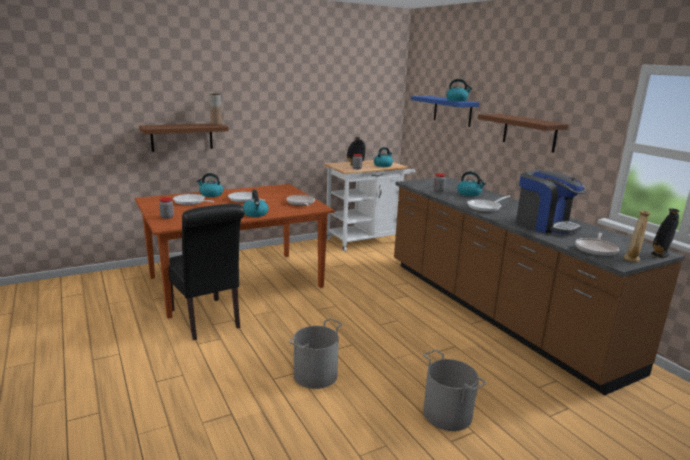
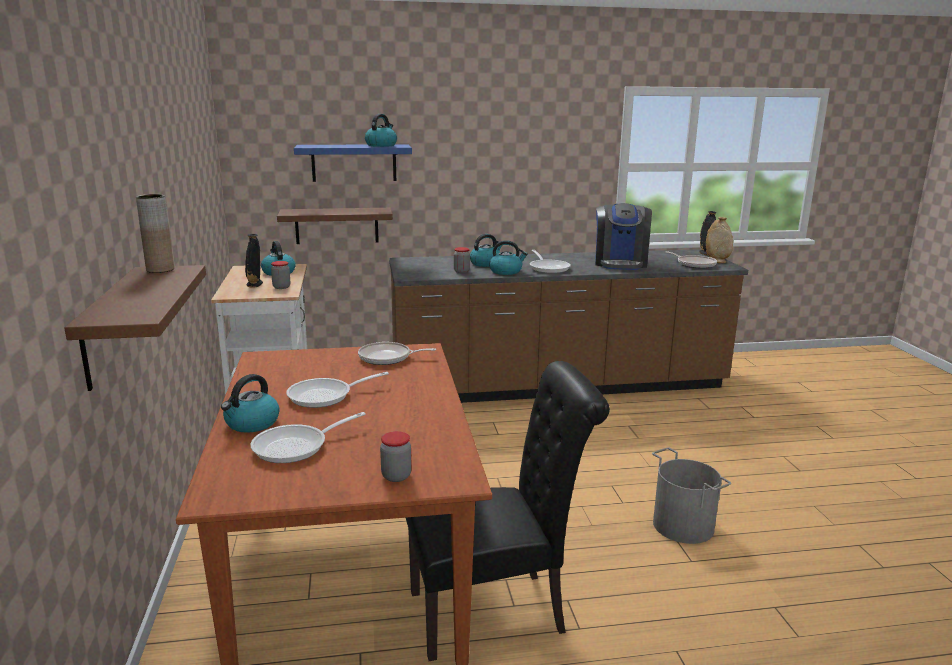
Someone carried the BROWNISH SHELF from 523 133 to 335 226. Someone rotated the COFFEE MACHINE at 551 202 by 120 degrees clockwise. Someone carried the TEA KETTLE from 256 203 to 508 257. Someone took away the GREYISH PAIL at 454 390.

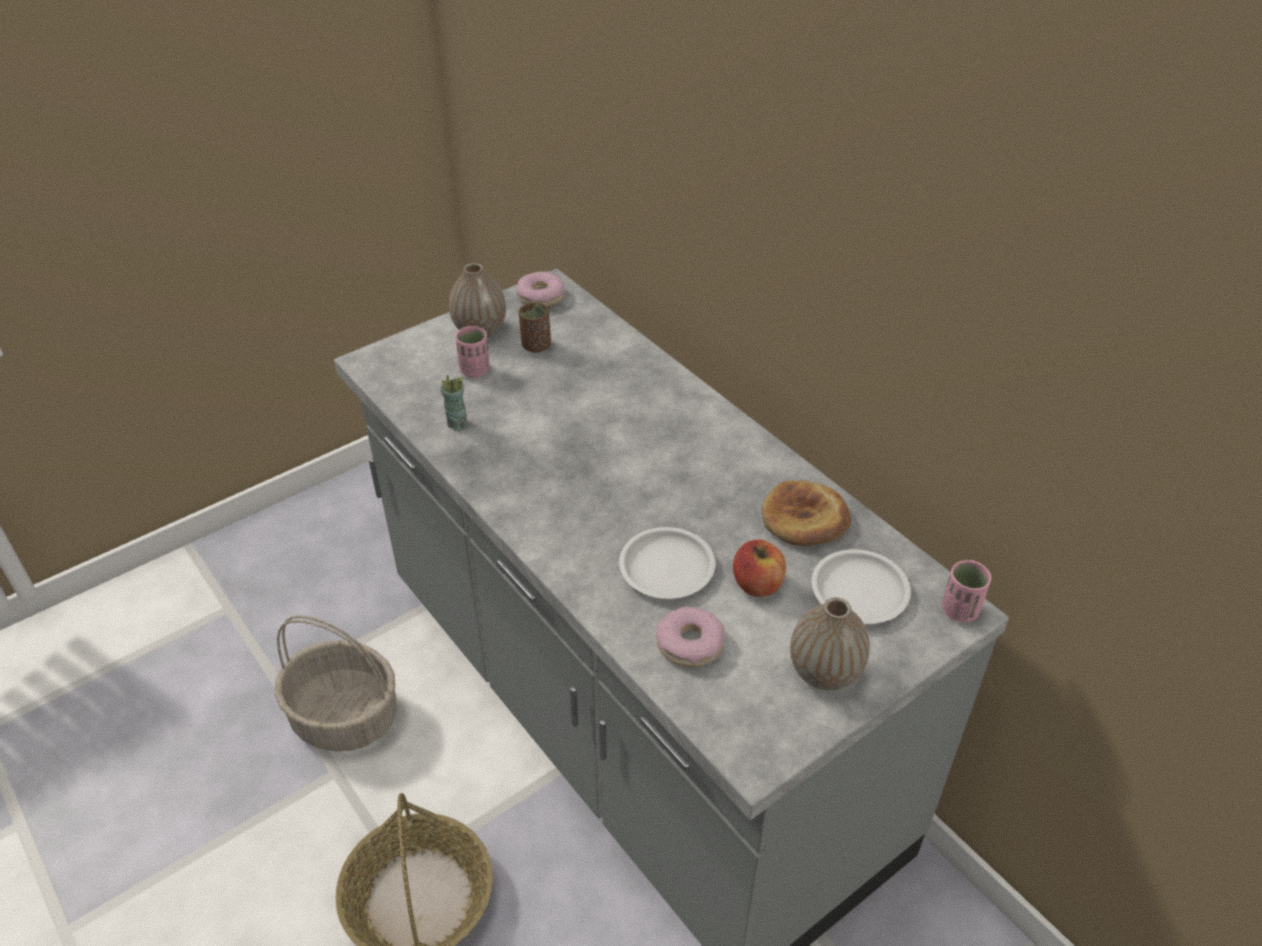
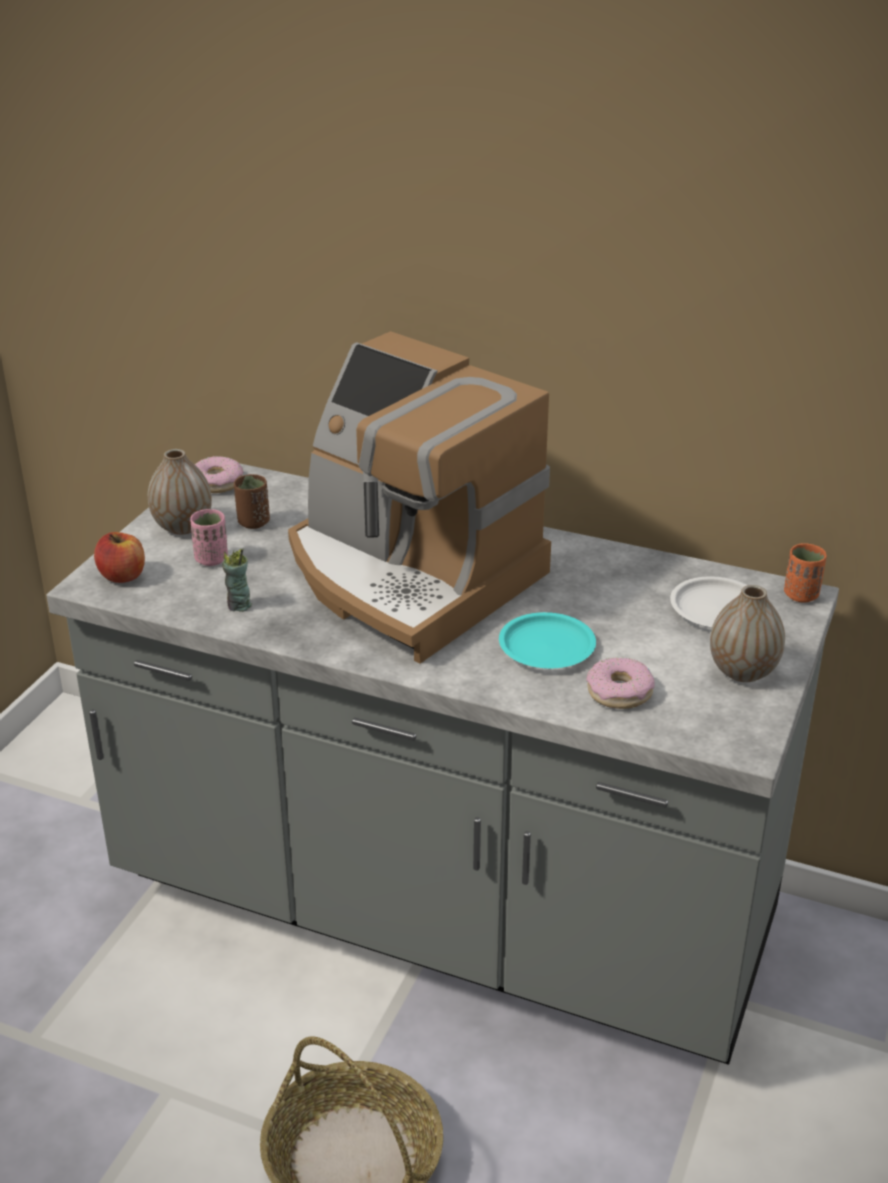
Someone took away the BREAD at 806 513. Someone repainted the WHITISH FLAT DISH at 667 563, which became the TURQUOISE FLAT DISH at 547 640. Someone carried the WHOLE APPLE from 759 568 to 119 557. Someone repainted the PINKISH CUP at 966 591, which became the ORANGEY CUP at 805 573. Someone took away the STORAGE BASKET at 336 683. Someone put down the COFFEE MACHINE at 419 497.

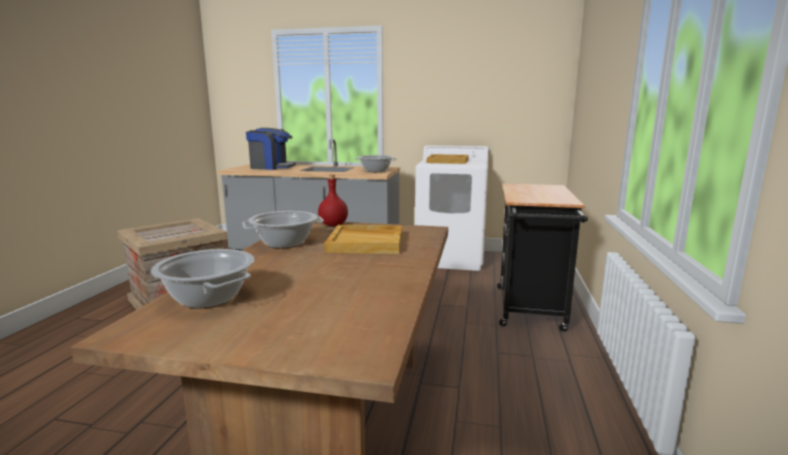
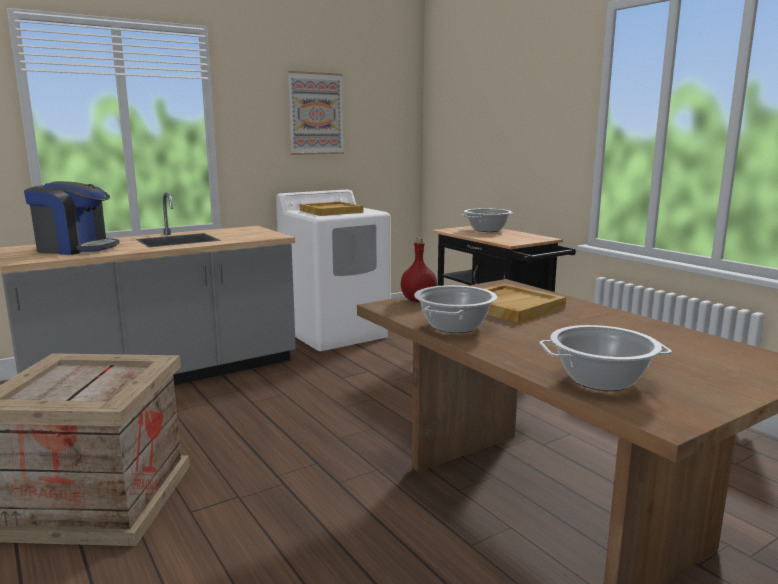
Someone rotated the COFFEE MACHINE at 271 149 by 45 degrees clockwise. Someone carried the STOCKPOT from 375 163 to 487 220. Someone put up the WALL ART at 316 113.

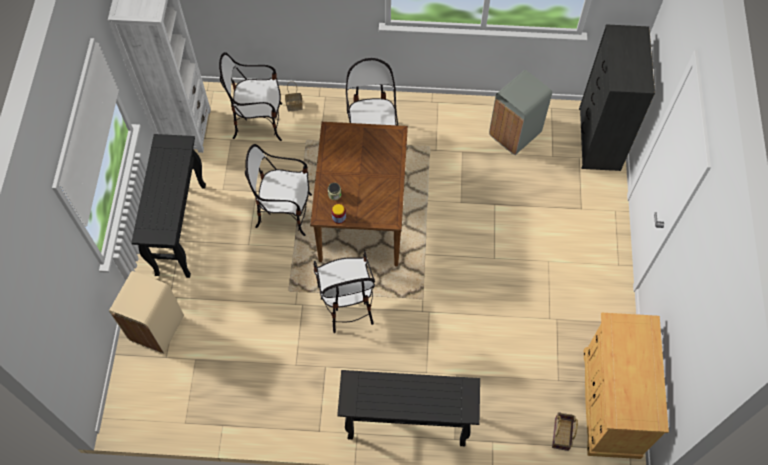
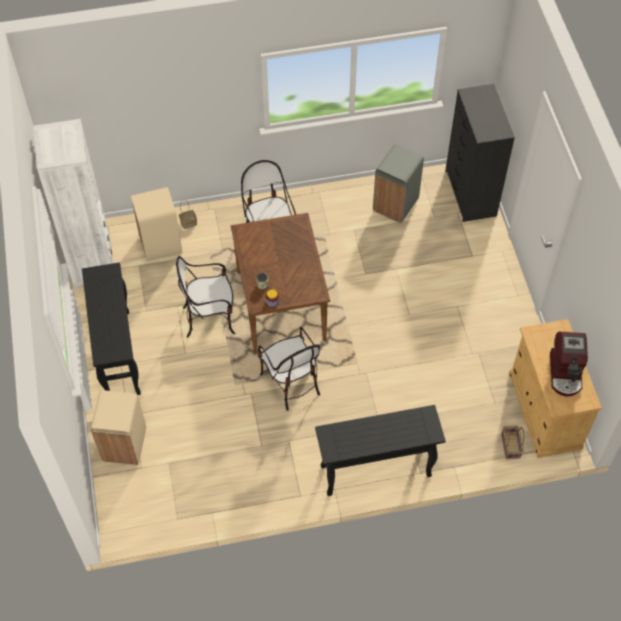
Someone swapped the PLAIN CHAIR at 250 96 for the SAND-COLOURED TRASH CAN at 156 224. Someone put down the COFFEE MACHINE at 569 364.

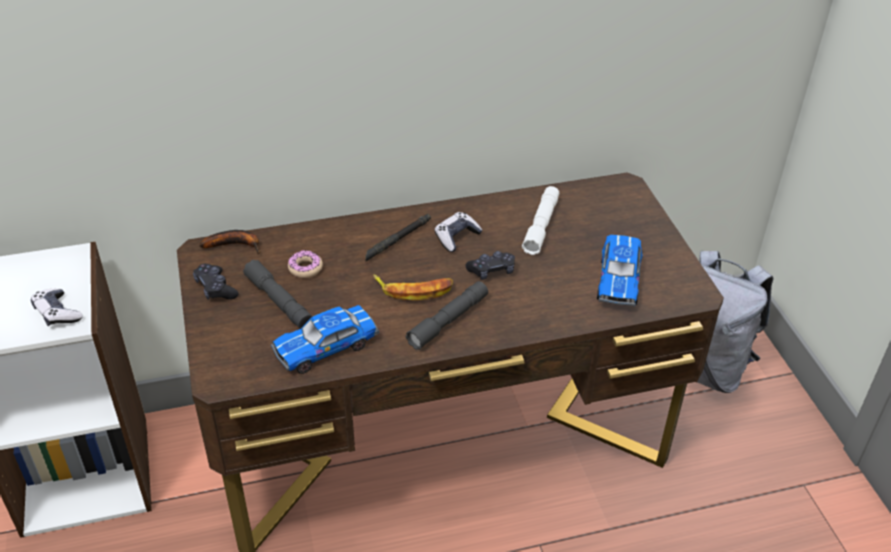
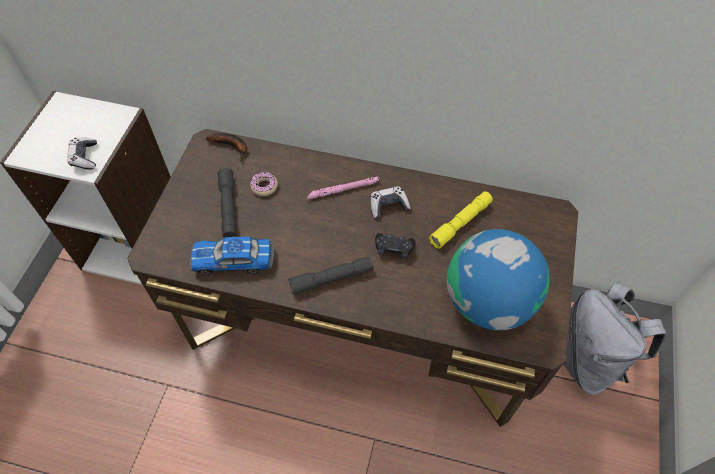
Someone repainted the WHITISH FLASHLIGHT at 540 220, which became the YELLOW-COLOURED FLASHLIGHT at 461 220. Someone repainted the BLACK FLASHLIGHT at 398 237, which became the PINKISH FLASHLIGHT at 343 188. Someone swapped the MINIATURE CAR at 620 270 for the DESK GLOBE at 498 280. Someone took away the BLACK GAMEPAD at 216 282. Someone took away the BANANA at 413 288.

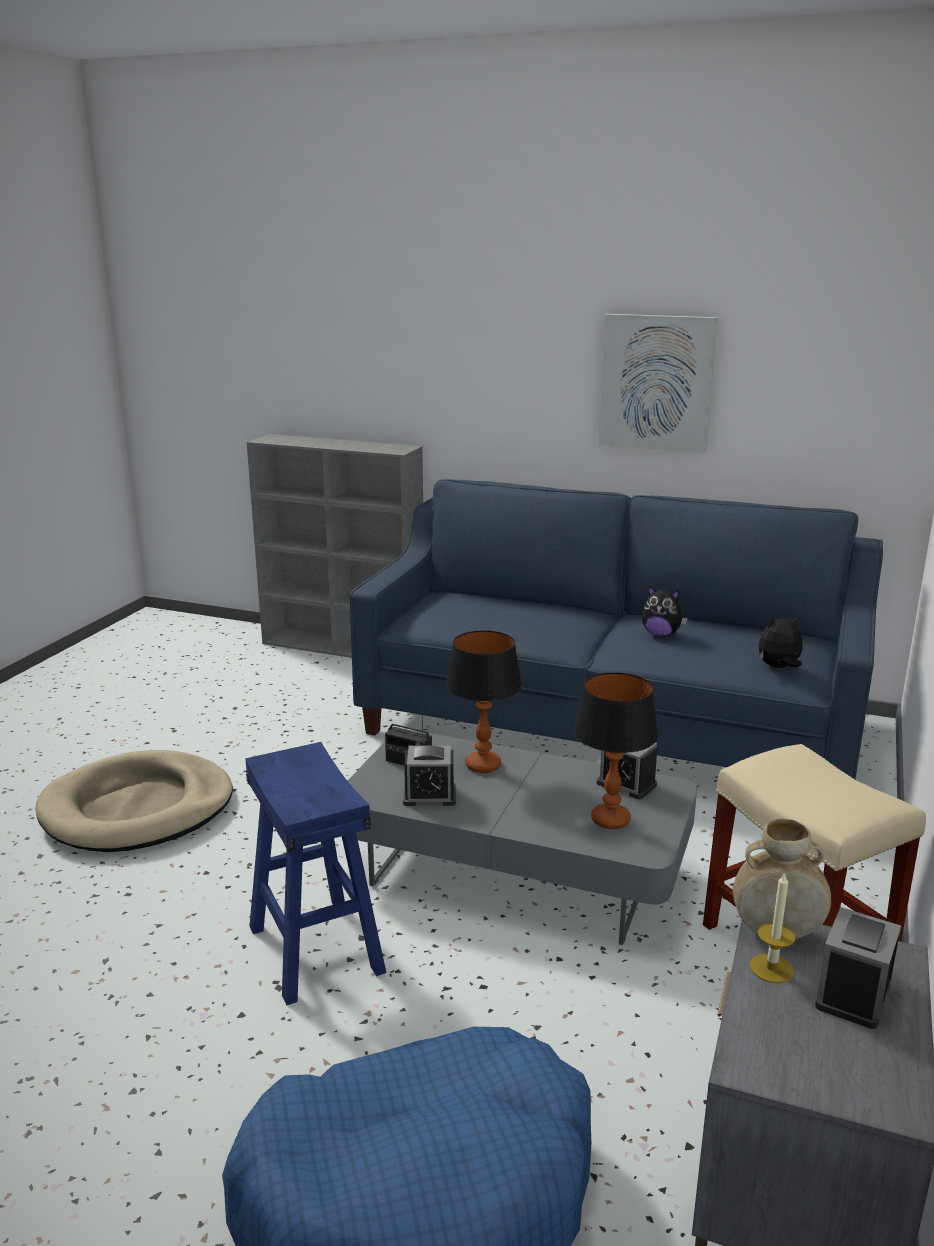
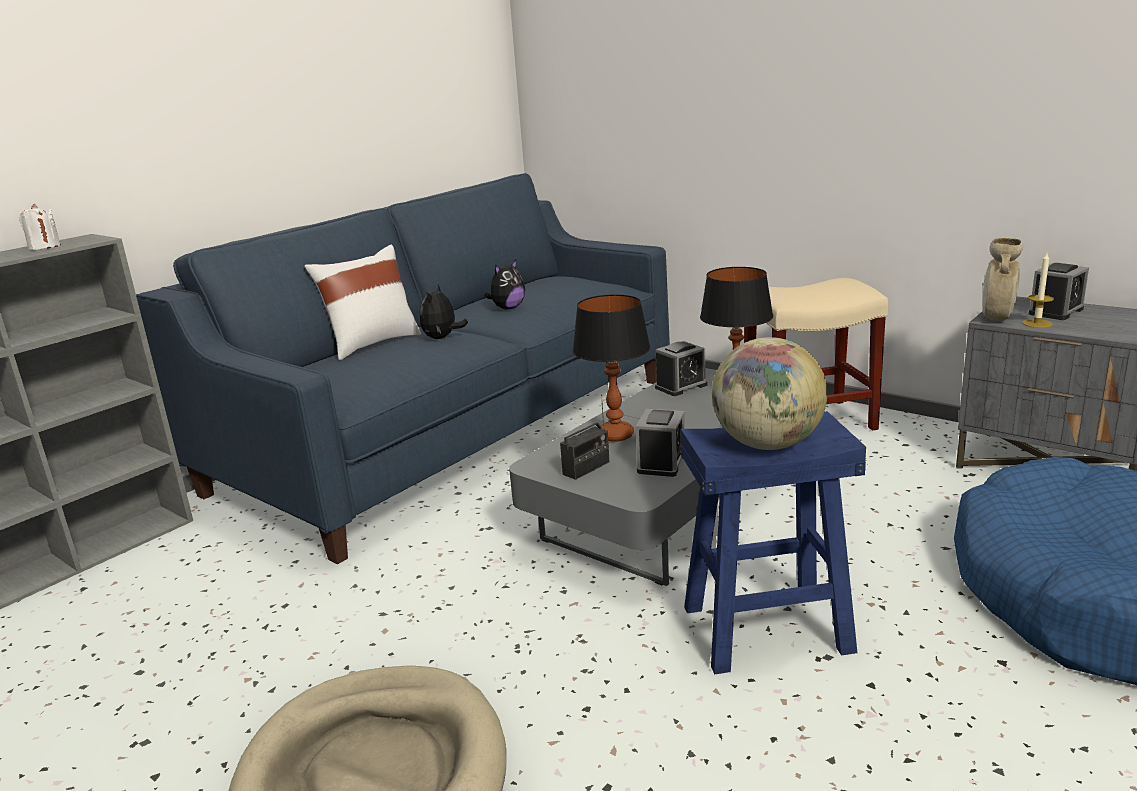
Someone took away the WALL ART at 658 383. Someone carried the SOFT TOY from 780 641 to 443 311. Someone rotated the BEDSIDE CLOCK at 858 968 by 90 degrees counterclockwise. Someone put down the WHITISH WAX CANDLE at 40 227. Someone put down the WHITISH PILLOW at 362 302. Someone put down the DESK GLOBE at 769 393.

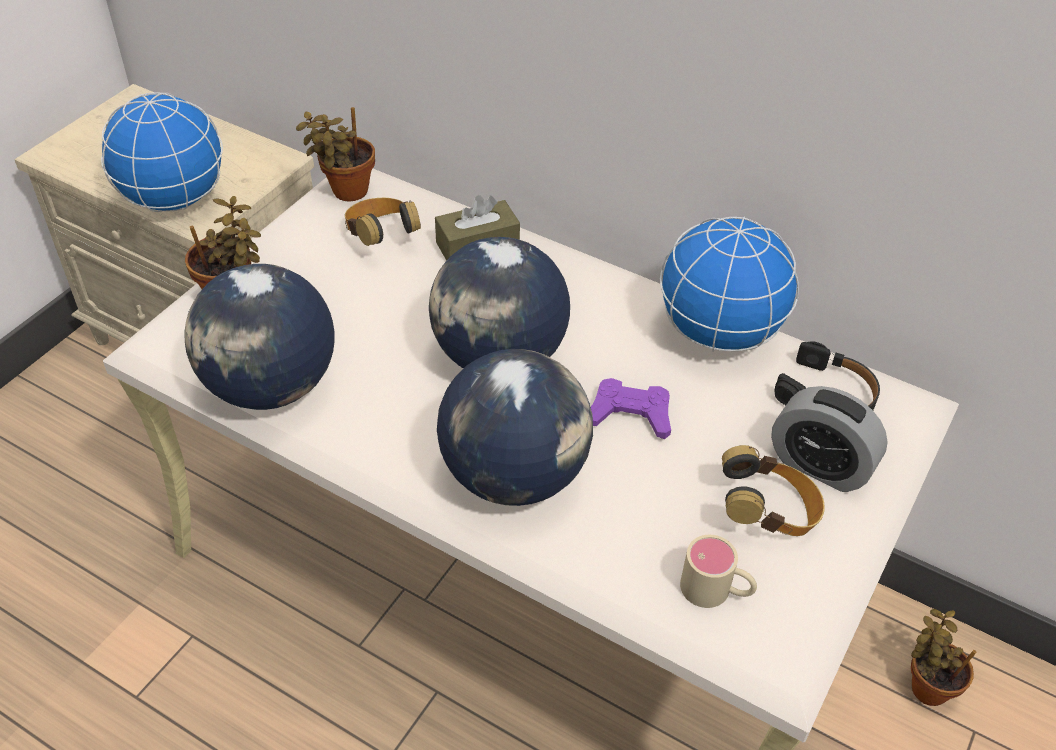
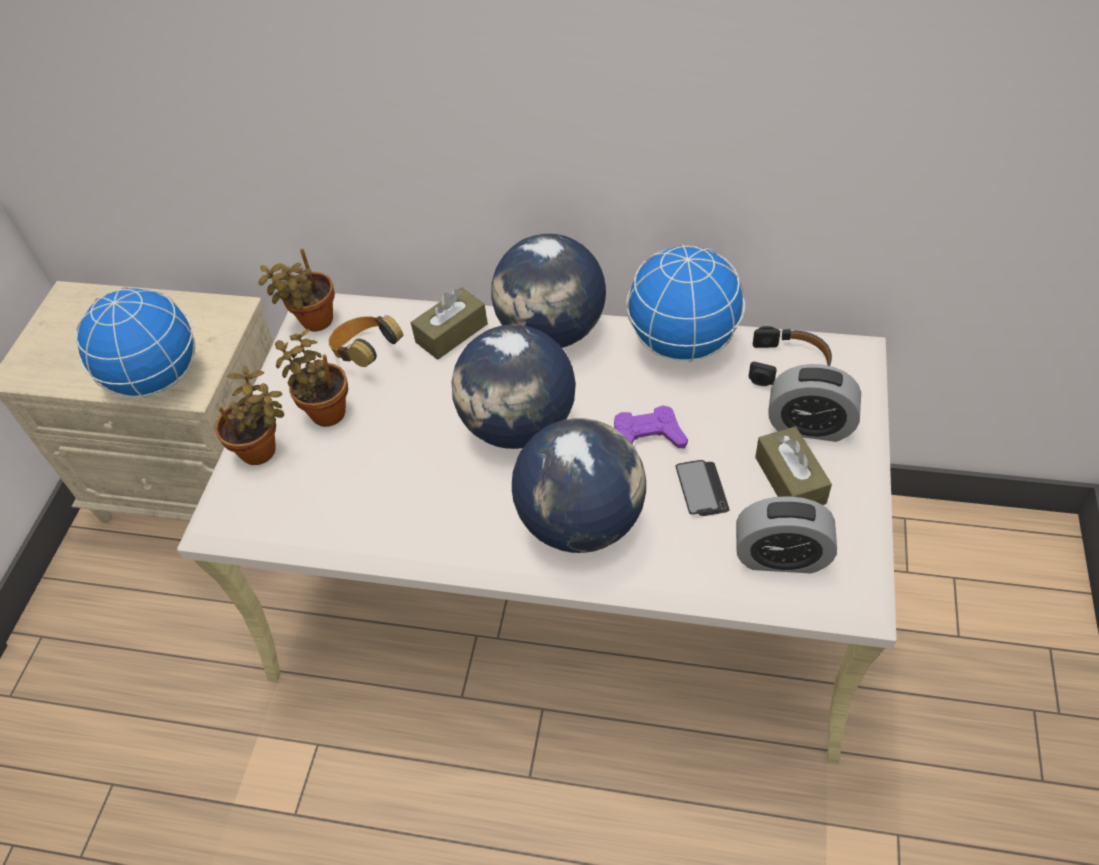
Someone carried the DESK GLOBE from 259 337 to 548 291. Someone swapped the PAIR OF HEADPHONES at 773 490 for the BROWNISH TISSUE BOX at 793 465. Someone swapped the SAND-COLOURED TEA MUG at 718 571 for the BEDSIDE CLOCK at 786 534. Someone carried the PLANT IN A POT from 944 657 to 311 378. Someone put down the PHONE at 702 488.

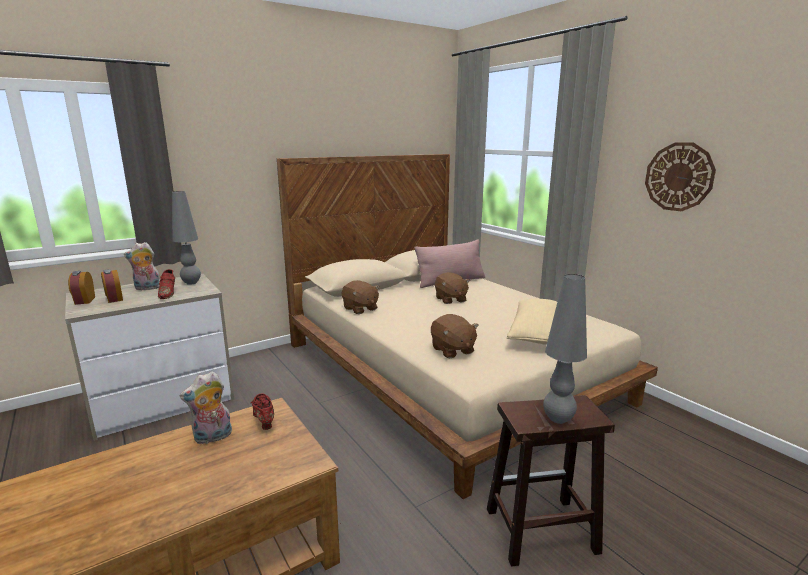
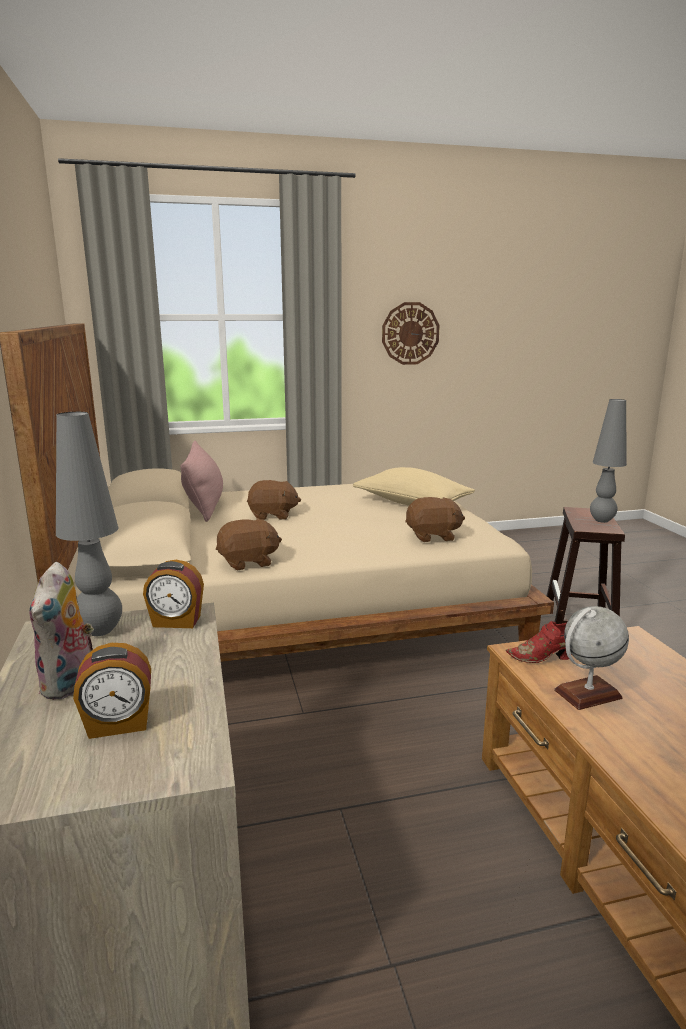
Someone took away the RED-COLOURED ITEM OF FOOTWEAR at 166 284. Someone carried the BEDSIDE CLOCK from 81 288 to 173 594. Someone swapped the SOFT TOY at 206 407 for the DESK GLOBE at 591 658.

